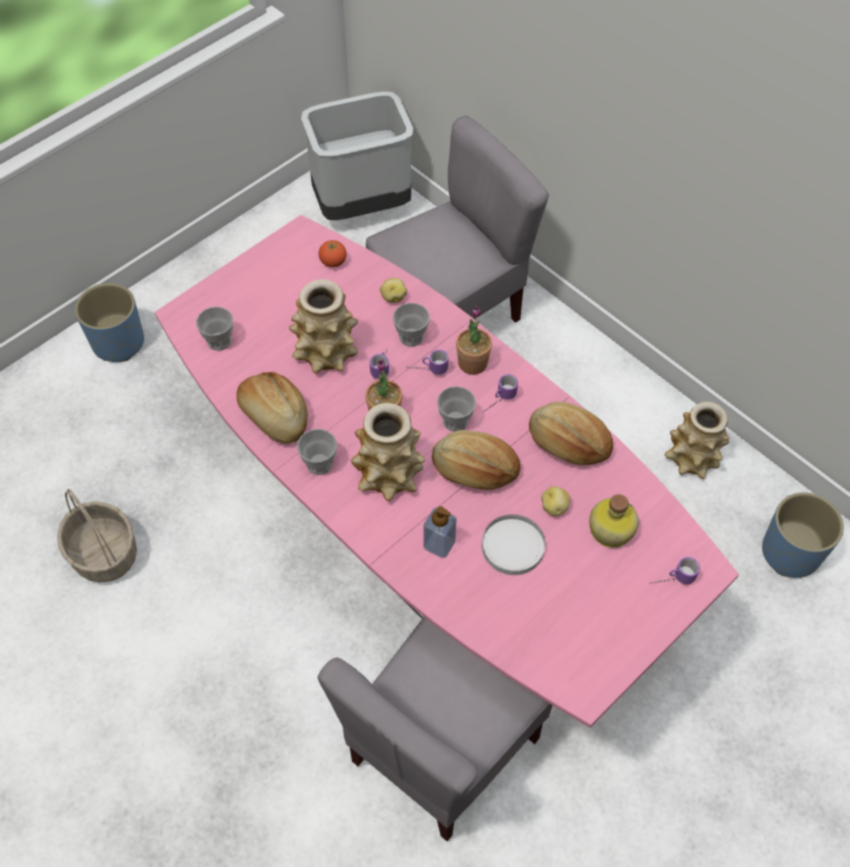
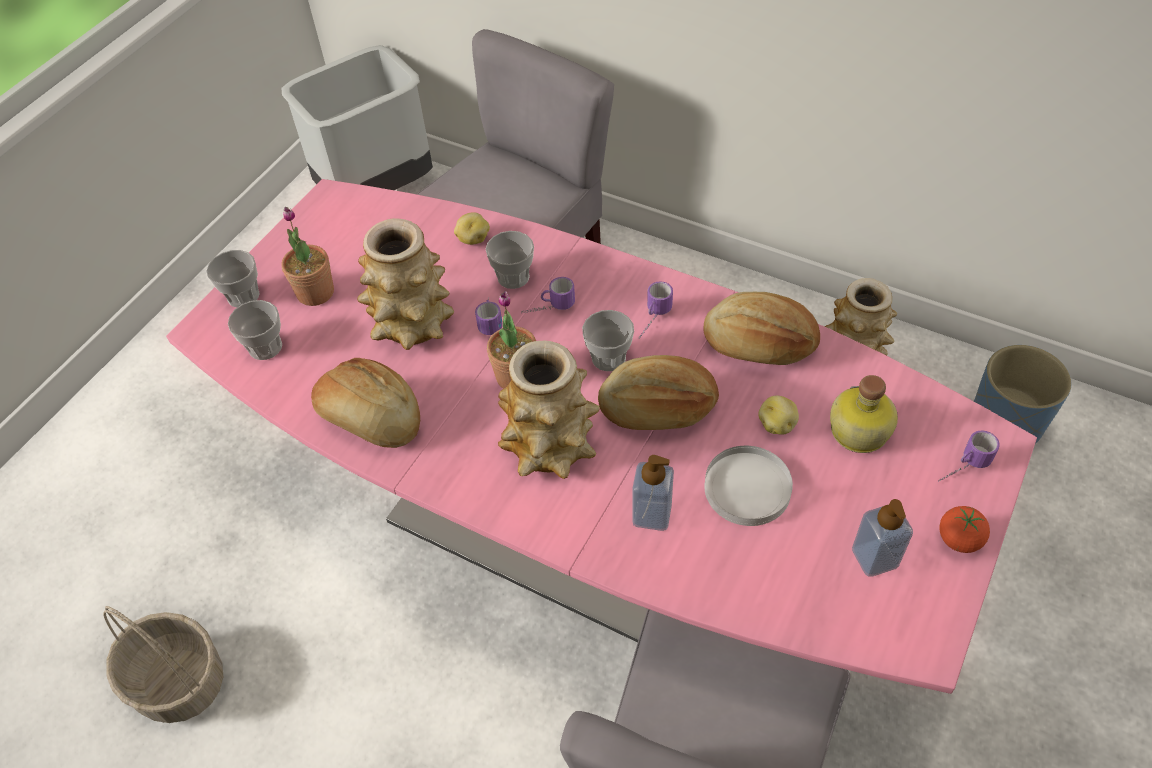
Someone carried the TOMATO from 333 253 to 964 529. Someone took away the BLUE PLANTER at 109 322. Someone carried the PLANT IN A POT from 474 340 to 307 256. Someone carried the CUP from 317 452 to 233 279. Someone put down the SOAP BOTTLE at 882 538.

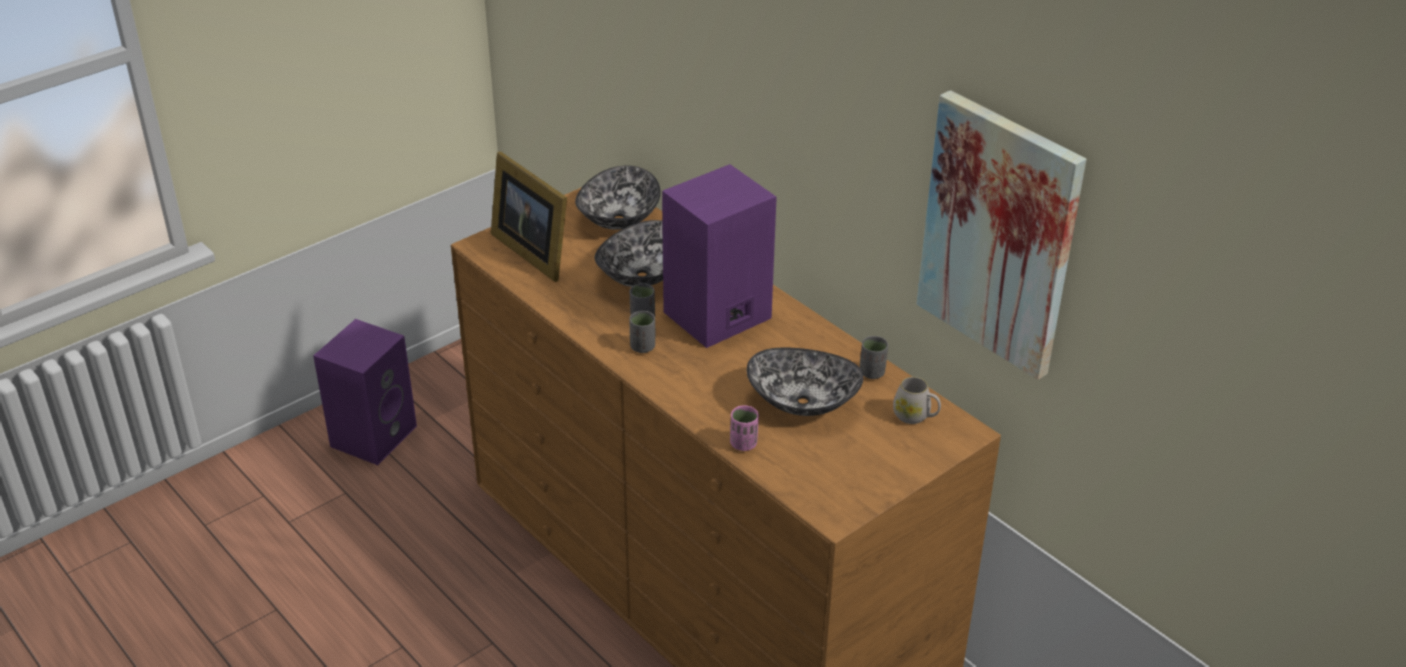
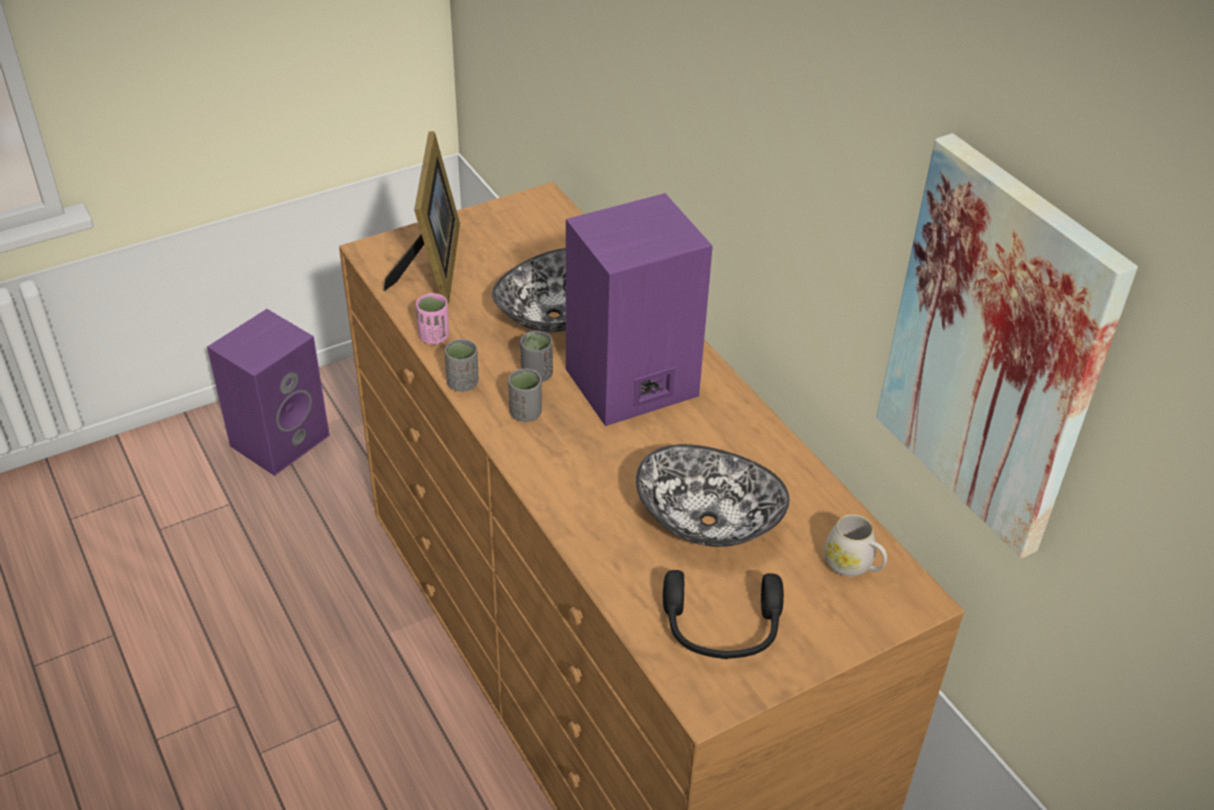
Someone rotated the STANDING FRAME at 529 216 by 150 degrees counterclockwise. Someone took away the SERVING BOWL at 618 197. Someone carried the GREYISH CUP from 874 357 to 461 365. Someone carried the PINKISH CUP from 744 428 to 432 318. Someone put down the BLACK PAIR OF HEADPHONES at 723 614.

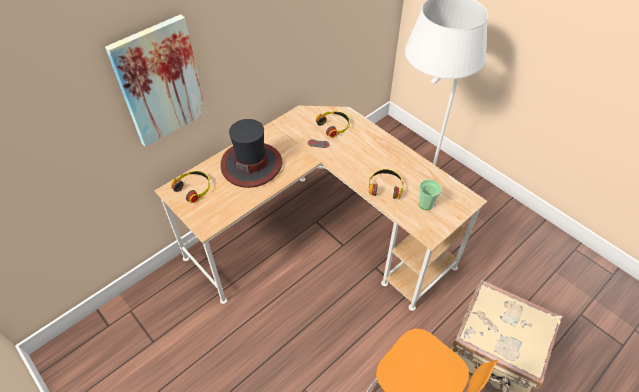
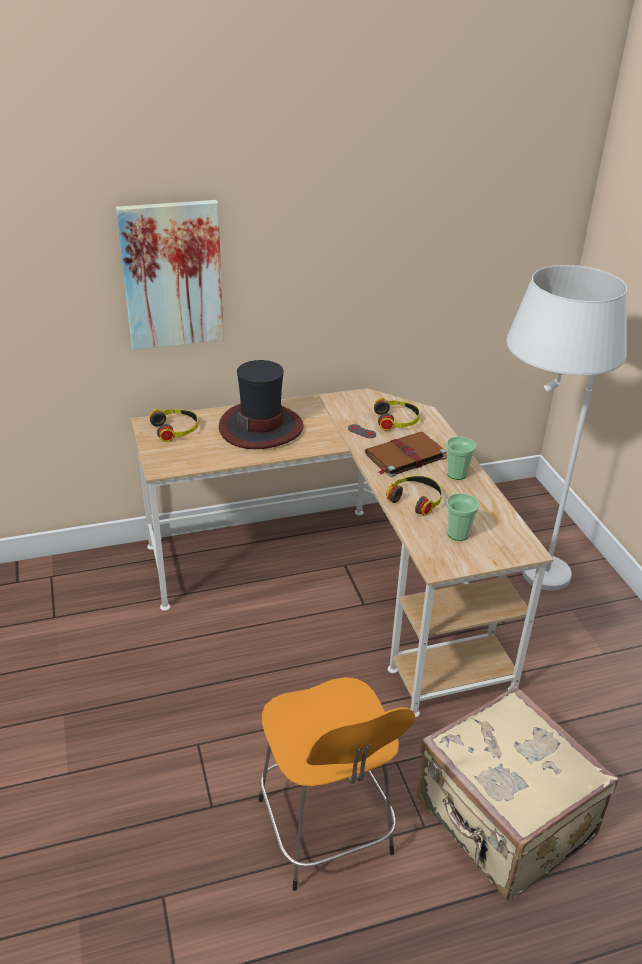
Someone put down the BROWNISH BOUND BOOK at 406 454. Someone put down the CUP at 461 458.

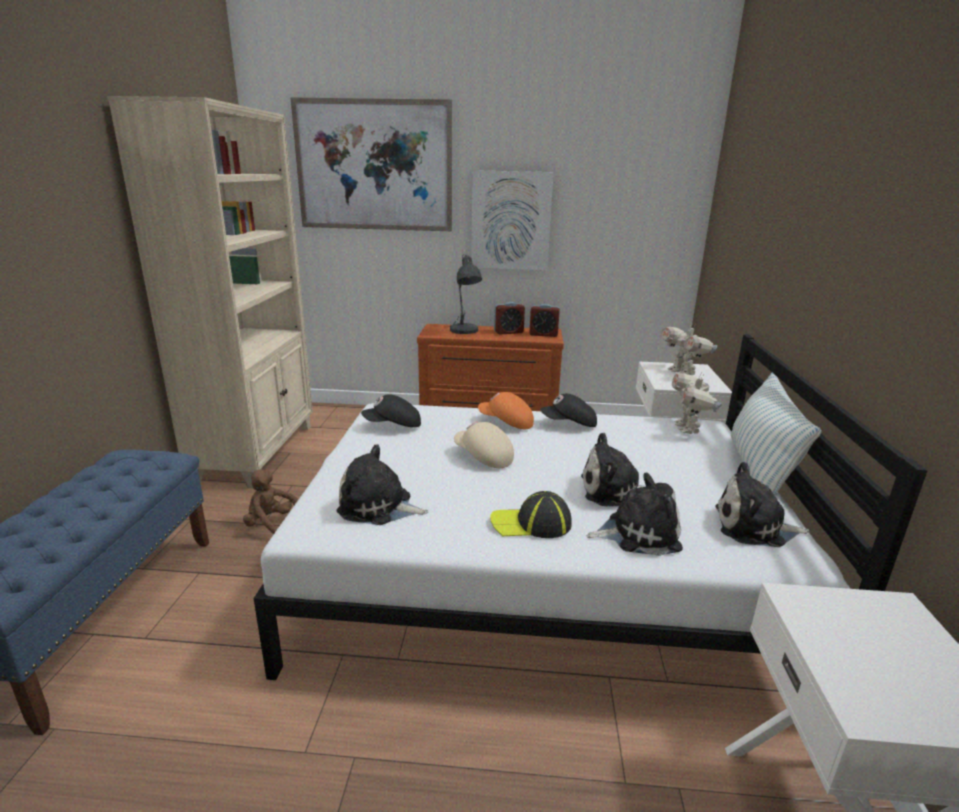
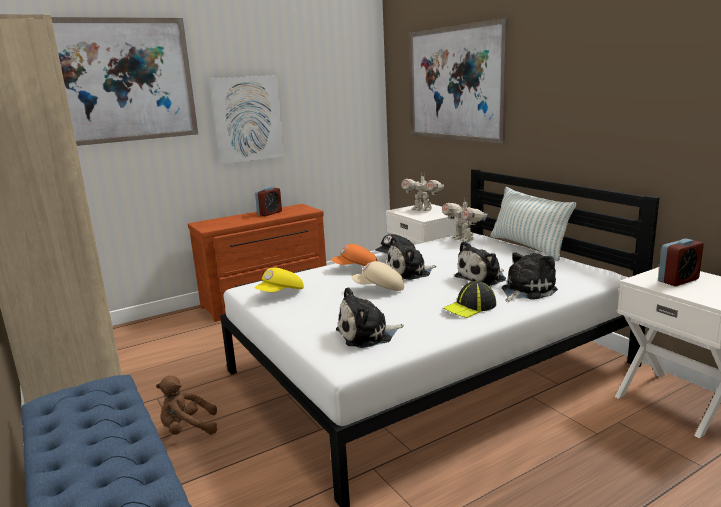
Someone took away the GREYISH TABLETOP LAMP at 466 294. Someone carried the BEDSIDE CLOCK from 544 320 to 681 262. Someone repainted the BLACK CAP at 391 410, which became the YELLOW-COLOURED CAP at 279 279. Someone carried the SOFT TOY from 762 504 to 411 258. Someone put up the WALL ART at 458 81.

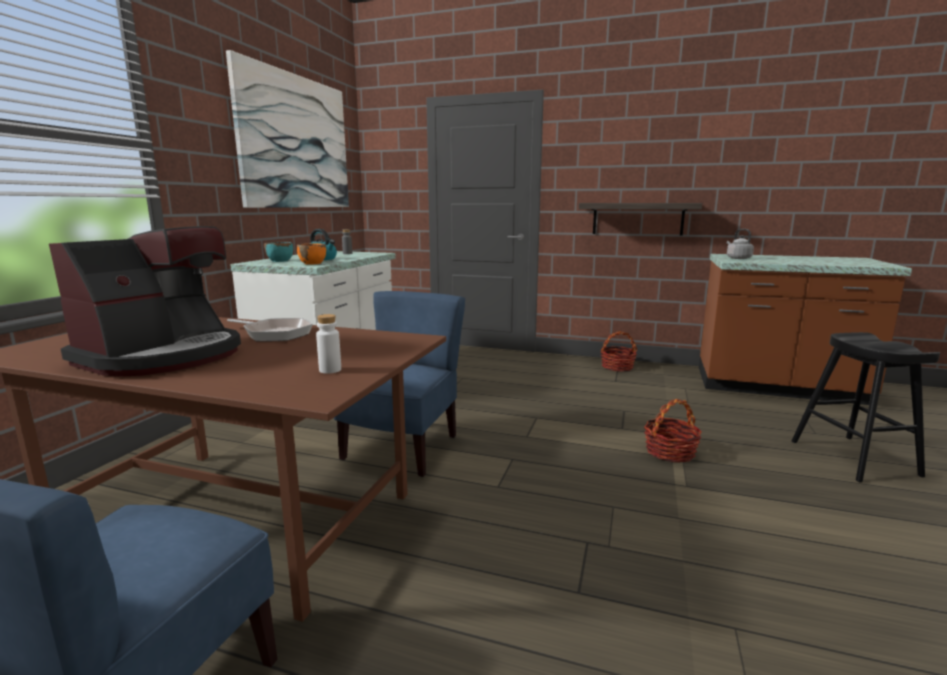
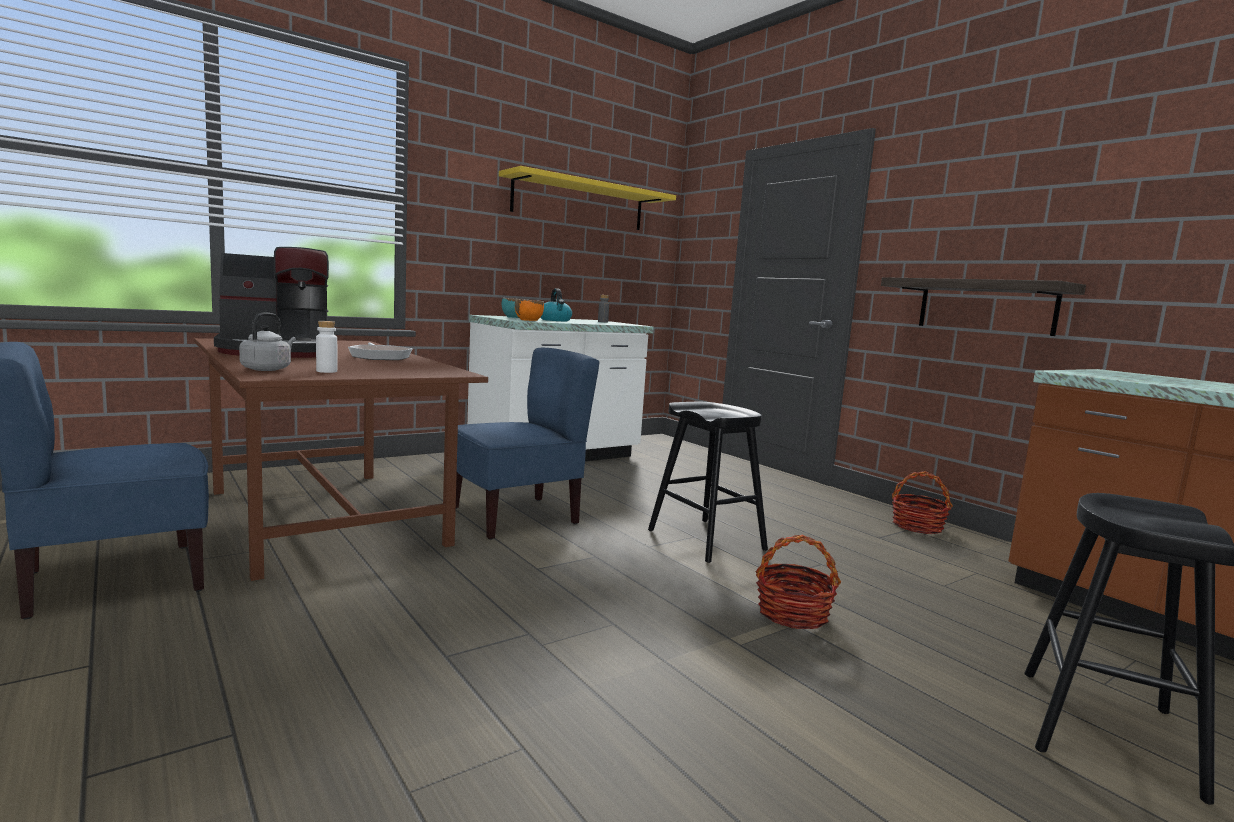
Someone swapped the WALL ART at 287 129 for the YELLOW-COLOURED SHELF at 587 198. Someone carried the GREYISH TEA KETTLE from 740 244 to 267 342. Someone put down the BLACK STOOL SEAT at 708 482.

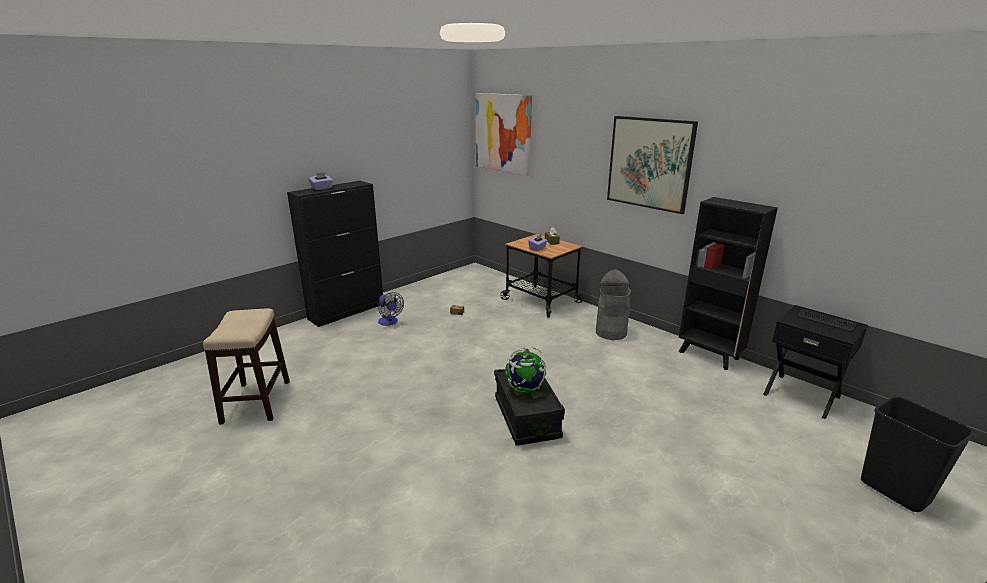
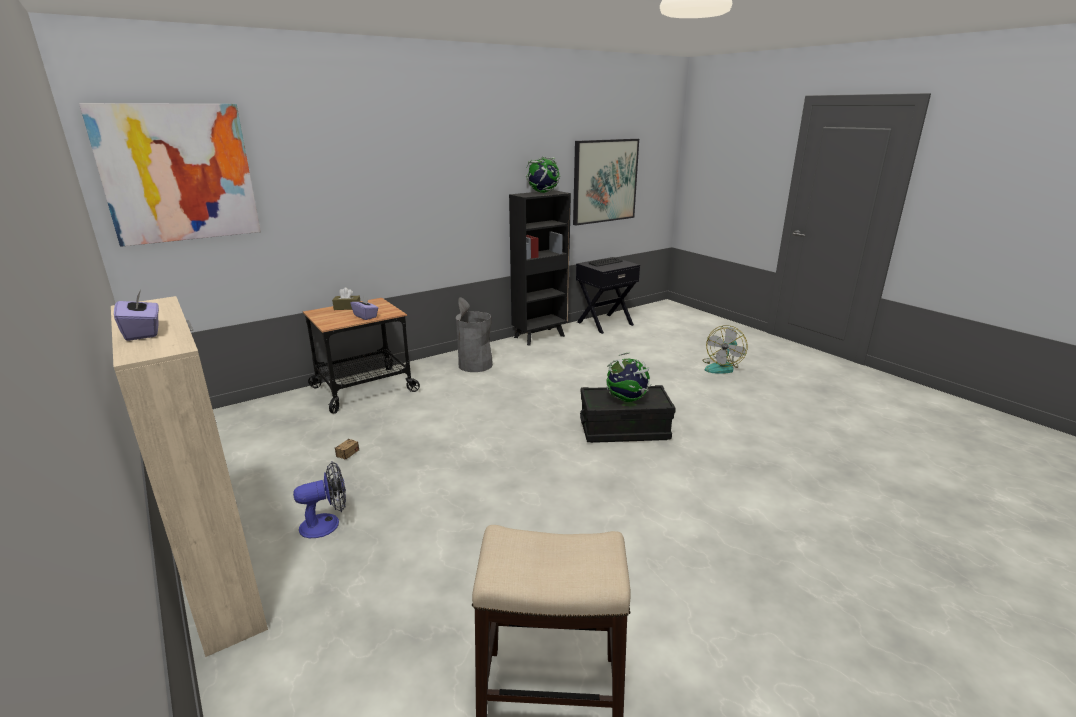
Someone carried the WALL ART from 652 165 to 606 182. Someone repainted the BLACK STORAGE CABINET at 335 254, which became the SAND-COLOURED STORAGE CABINET at 189 476. Someone took away the BLACK TRASH CAN at 918 454. Someone put down the DESK GLOBE at 543 175. Someone put down the ELECTRIC FAN at 724 349.

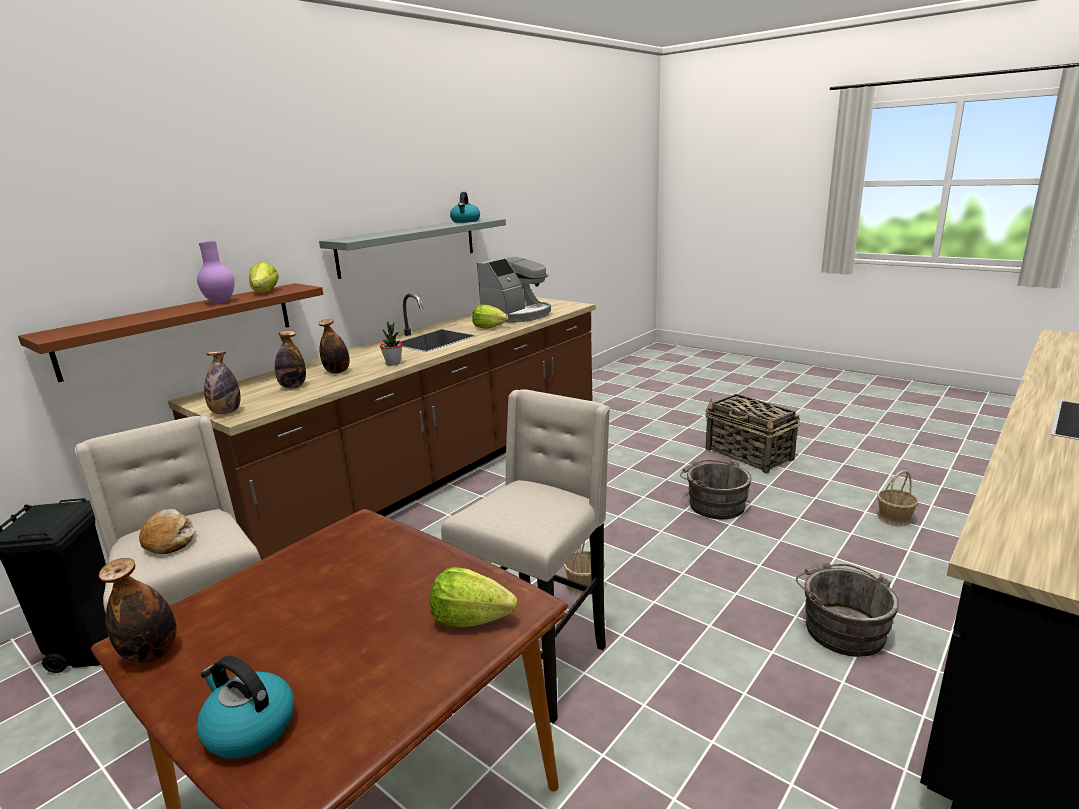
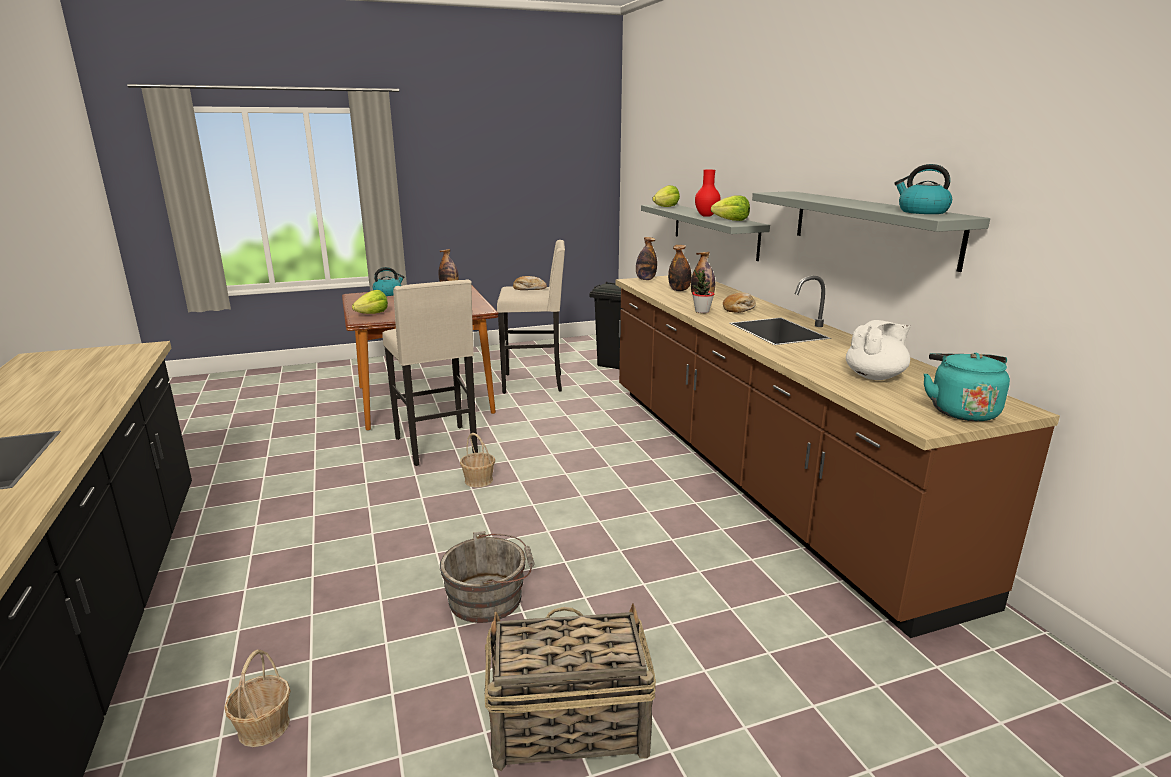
Someone repainted the PURPLE VASE at 216 272, which became the RED-COLOURED VASE at 708 193. Someone swapped the COFFEE MACHINE at 514 289 for the WHITISH TEAPOT at 878 350. Someone repainted the BROWNISH SHELF at 170 332, which became the GREYISH SHELF at 705 233. Someone carried the LETTUCE from 490 317 to 666 196. Someone took away the GREYISH PAIL at 847 610. Someone put down the BREAD at 739 303. Someone put down the TURQUOISE TEA KETTLE at 967 387.

